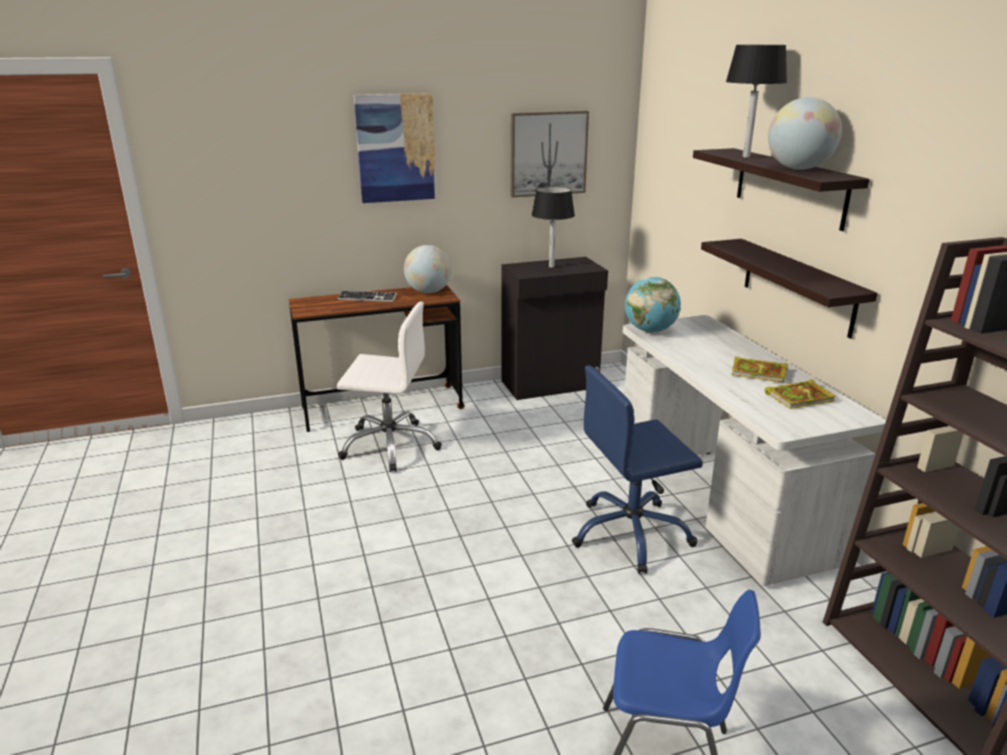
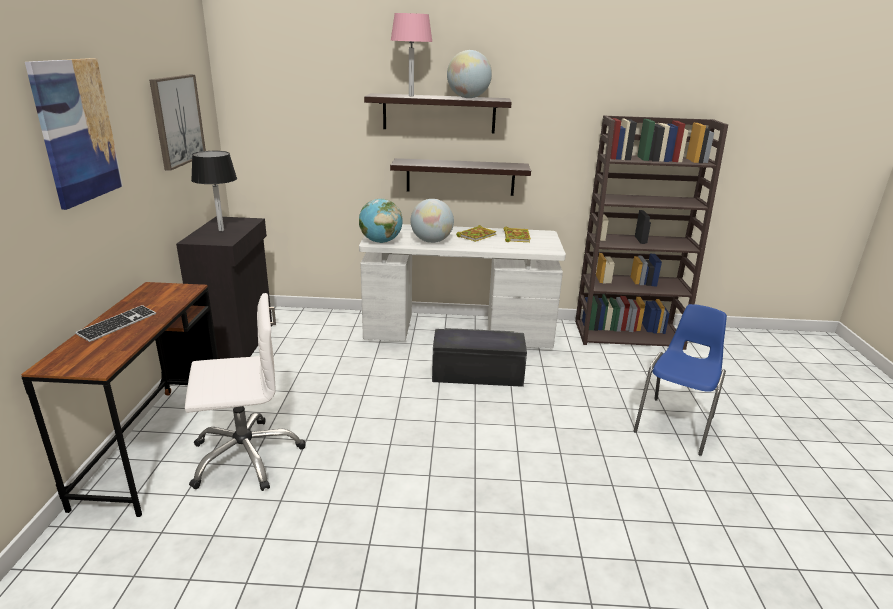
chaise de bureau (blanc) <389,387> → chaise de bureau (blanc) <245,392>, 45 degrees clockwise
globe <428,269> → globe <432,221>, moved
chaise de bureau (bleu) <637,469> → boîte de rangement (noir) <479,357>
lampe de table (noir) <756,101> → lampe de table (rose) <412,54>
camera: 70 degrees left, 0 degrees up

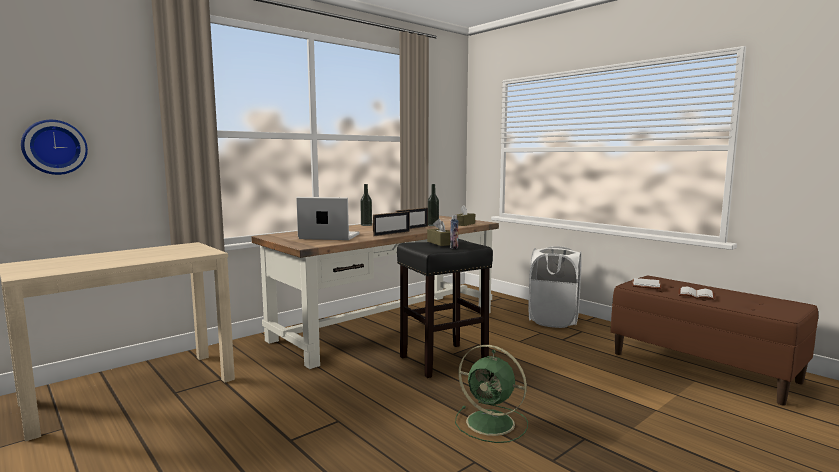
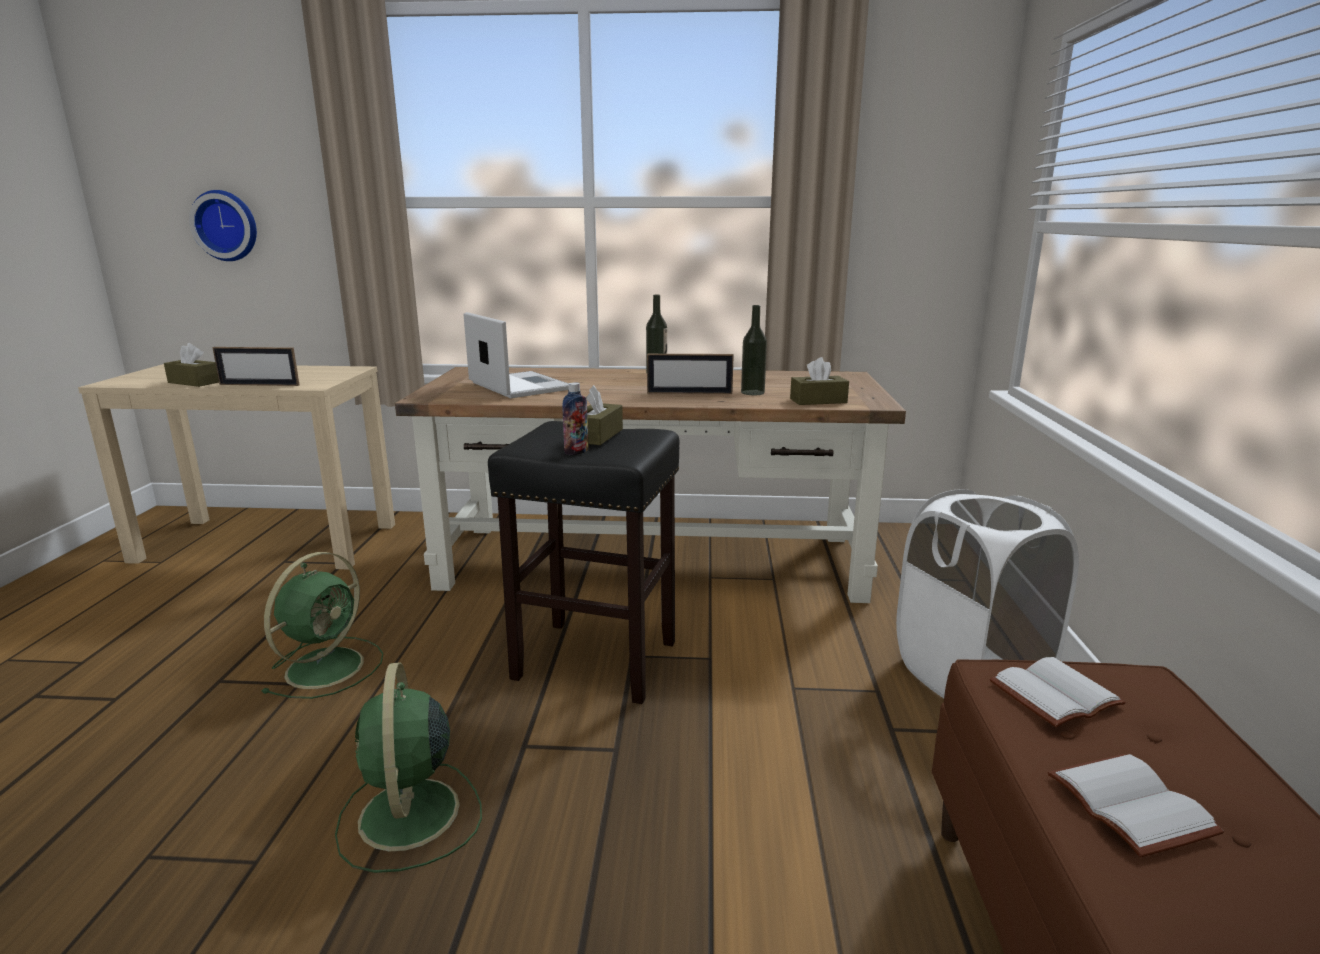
cadre photo <391,223> → cadre photo <255,366>, moved
- → boîte à mouchoirs (marron) <191,365>
- → ventilateur (vert) <322,625>
camera: 45 degrees right, 10 degrees up

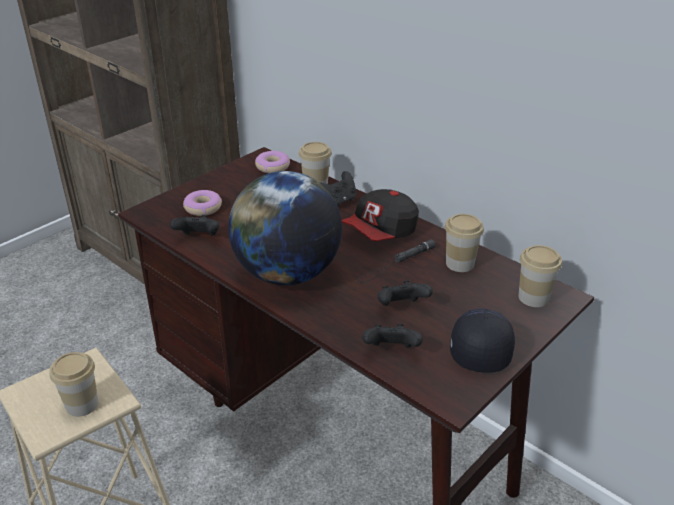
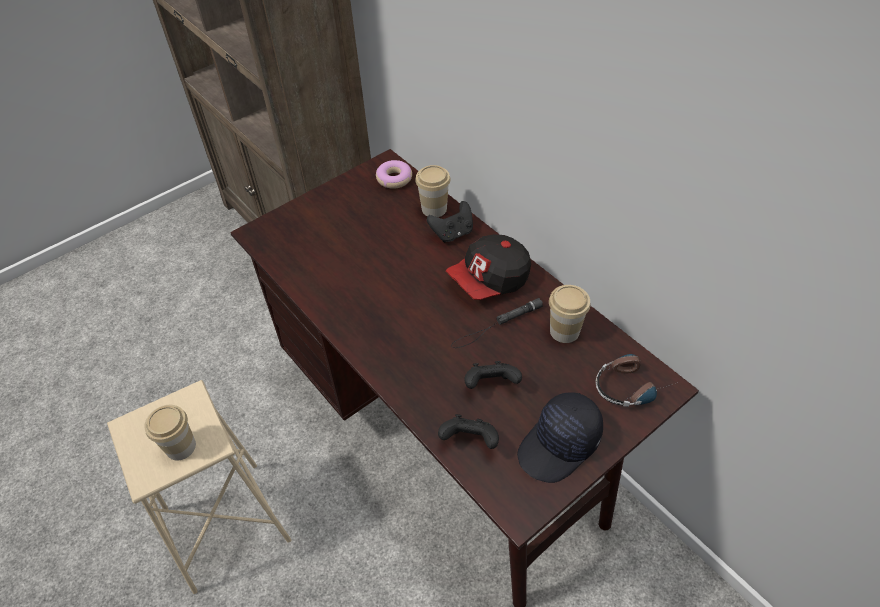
manette (noir) <194,225> → -
beignet <202,203> → -
globe <285,228> → -
casquette (noir) <482,341> → casquette (noir) <560,437>, 150 degrees counterclockwise
tasse <540,276> → casque audio <637,380>
camera: 10 degrees right, 15 degrees up

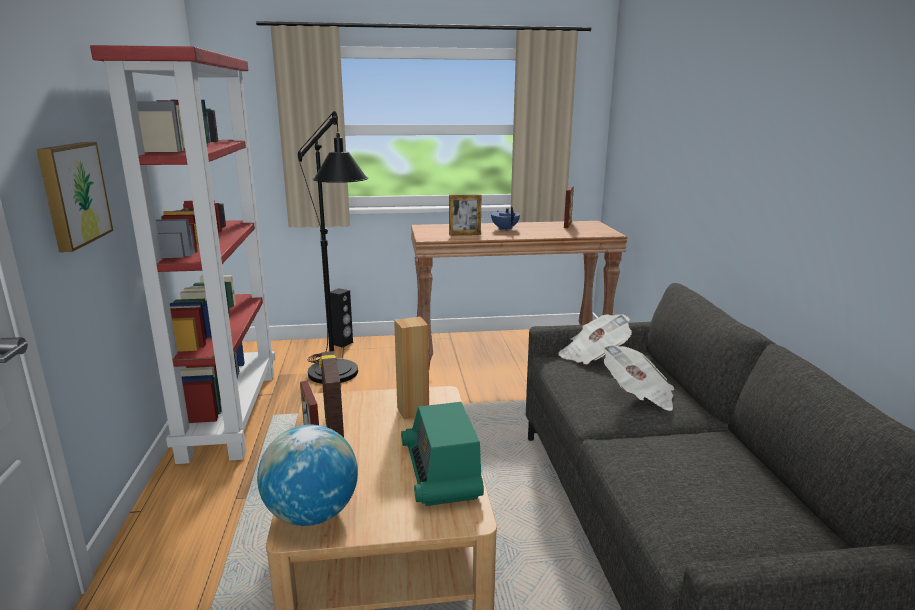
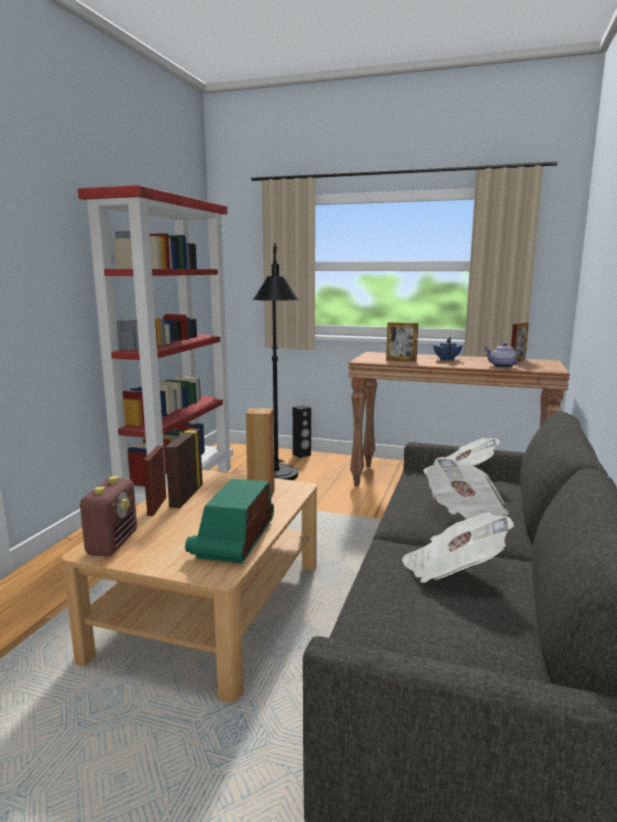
tableau <75,197> → -
globe <307,475> → radio <108,516>
- → journal <458,547>
- → théière <505,355>
camera: 25 degrees right, 5 degrees down

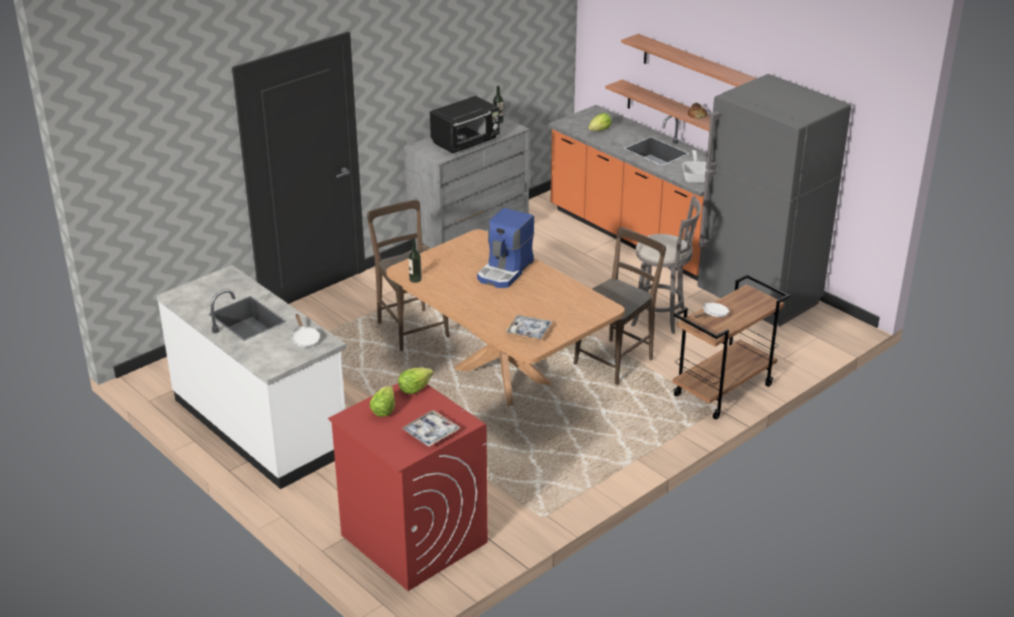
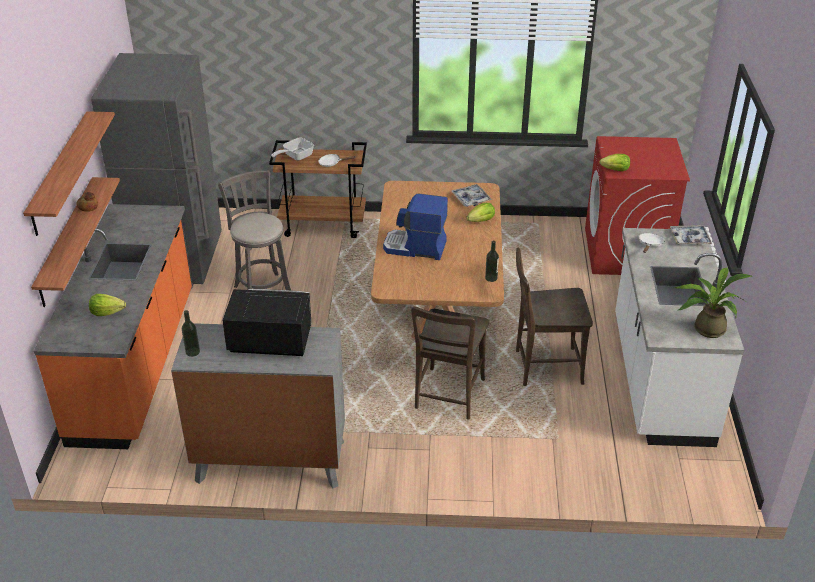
laitue <382,401> → laitue <480,212>, moved
plateau <430,428> → plateau <691,235>, moved
machine à café <505,248> → machine à café <415,226>, 150 degrees counterclockwise
chaise (marron) <619,306> → chaise (marron) <554,317>, moved
poêle <694,166> → poêle <292,149>, moved
- → plante en pot <713,303>
camera: 135 degrees left, 5 degrees up

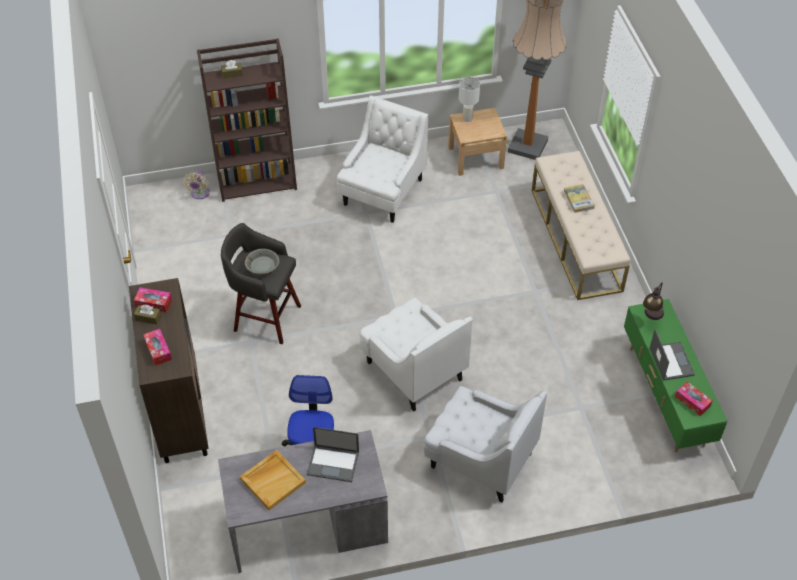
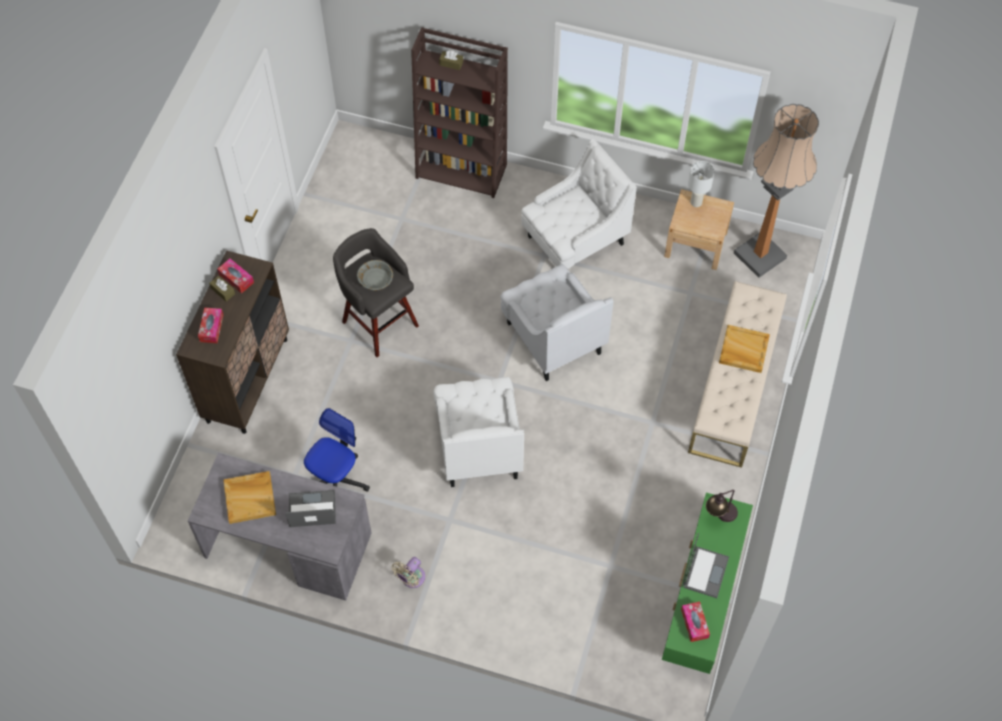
ventilateur (beige) <196,184> → ventilateur (beige) <408,572>, moved
ordinateur portable <333,454> → ordinateur portable <310,508>, 135 degrees clockwise
fauteuil (blanc) <485,444> → fauteuil (blanc) <557,322>, moved
livre <579,198> → plateau (beige) <744,349>
camera: 30 degrees right, 10 degrees up

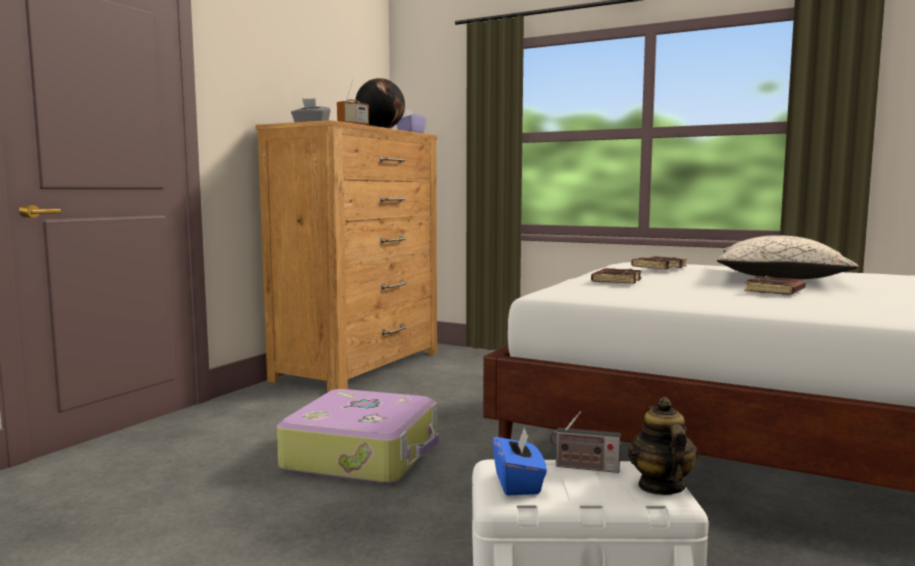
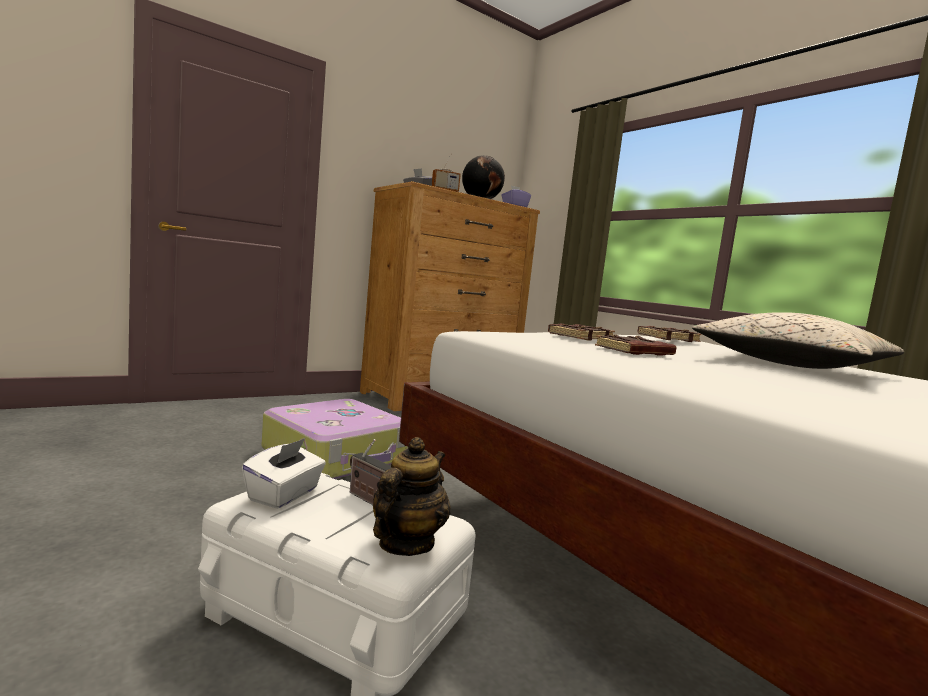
boîte à mouchoirs (bleu) <519,461> → boîte à mouchoirs (blanc) <284,473>
livre (marron) <775,285> → livre (marron) <636,345>, moved
camera: 25 degrees right, 0 degrees up

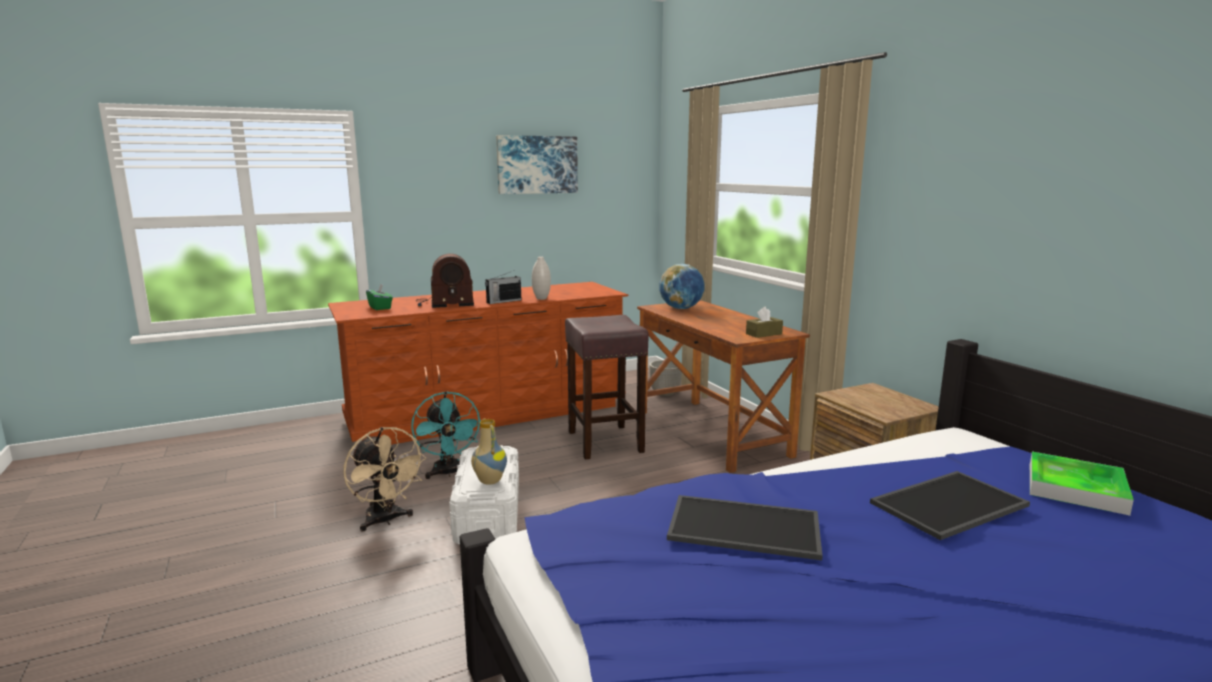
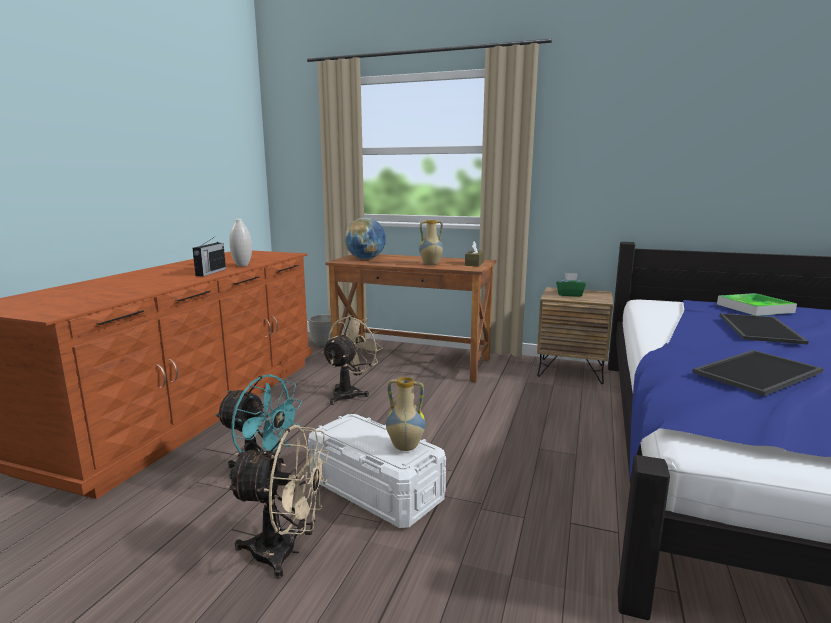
boîte à mouchoirs (vert) <379,297> → boîte à mouchoirs (vert) <571,285>, moved
radio <445,280> → -
tableau <537,164> → -
tabouret (marron) <607,387> → ventilateur (beige) <352,360>
- → vase <431,242>
camera: 45 degrees left, 0 degrees up

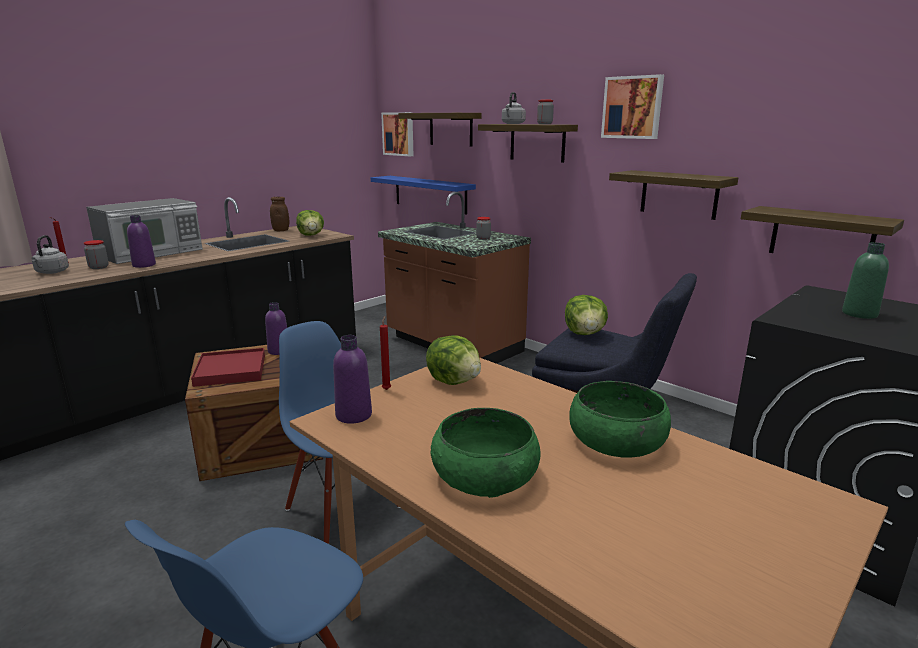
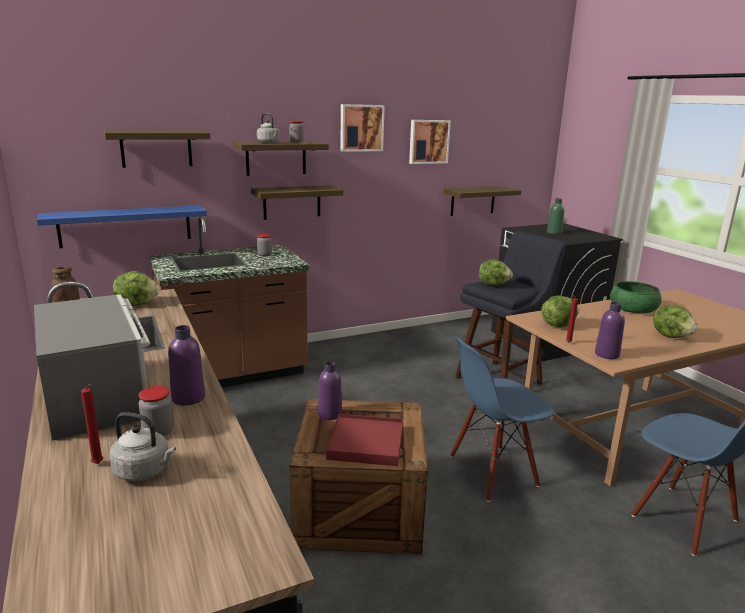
tableau <397,134> → tableau <430,142>, moved
bol (vert) <486,453> → laitue <675,321>
étagère <673,195> → étagère <297,202>, moved
camera: 70 degrees left, 0 degrees up

